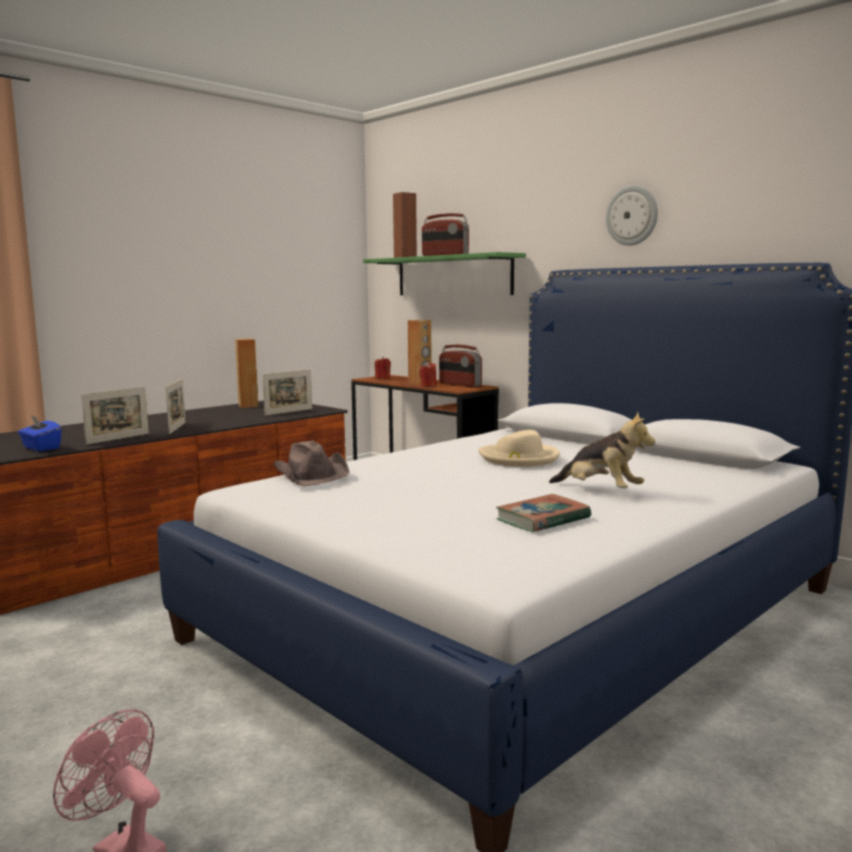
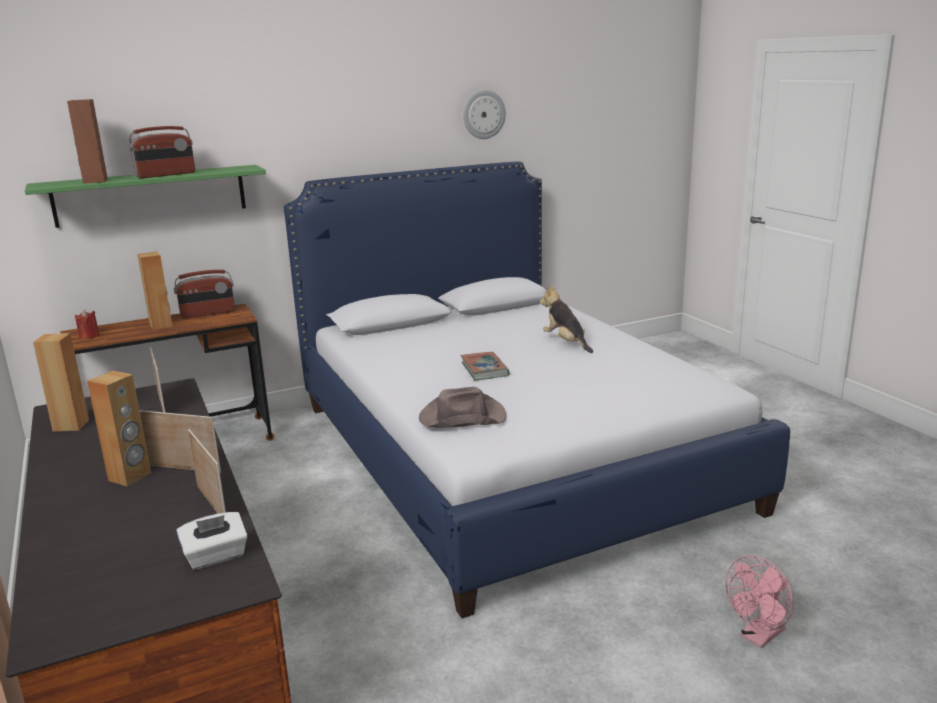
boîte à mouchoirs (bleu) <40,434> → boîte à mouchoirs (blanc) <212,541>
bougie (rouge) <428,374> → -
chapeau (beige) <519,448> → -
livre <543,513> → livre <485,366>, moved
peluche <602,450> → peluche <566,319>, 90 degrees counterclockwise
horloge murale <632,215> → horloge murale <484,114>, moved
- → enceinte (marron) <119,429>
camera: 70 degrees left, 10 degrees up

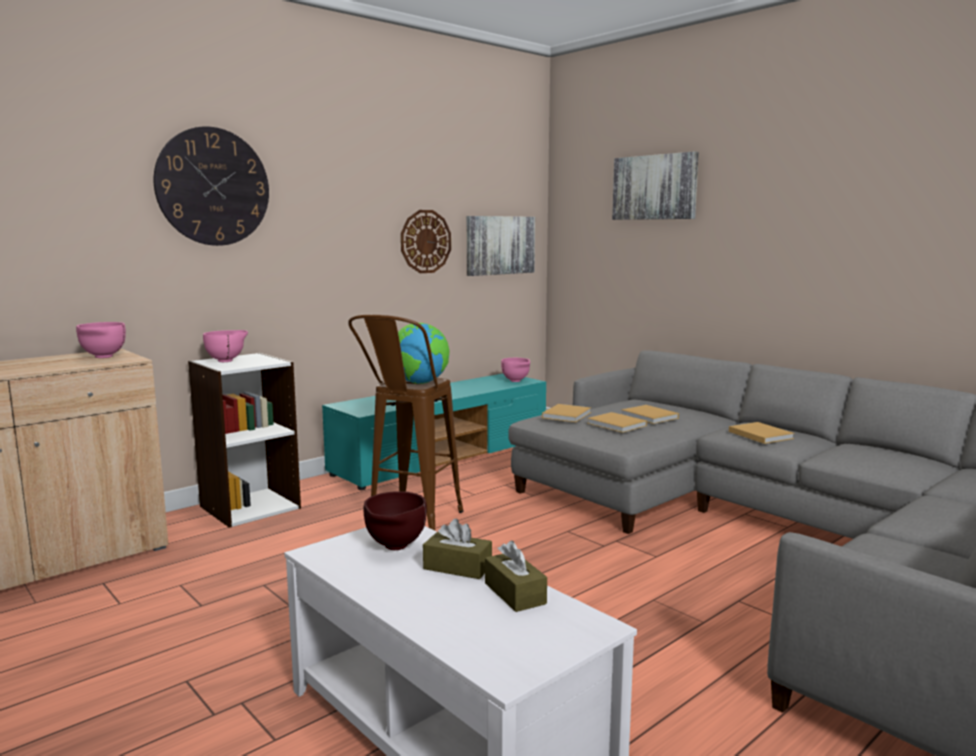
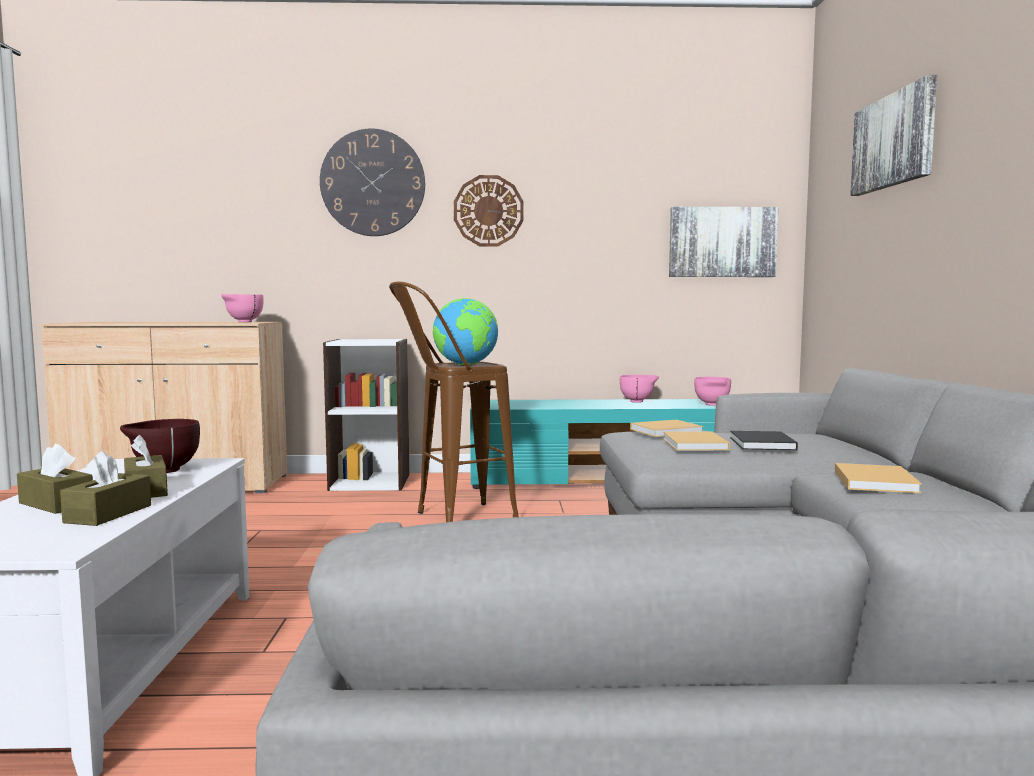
bol (rose) <225,346> → bol (rose) <639,389>, moved
horloge murale <426,241> → horloge murale <489,210>, moved
livre (beige) <650,414> → livre (noir) <764,440>
- → boîte à mouchoirs (marron) <55,479>
camera: 40 degrees right, 5 degrees down

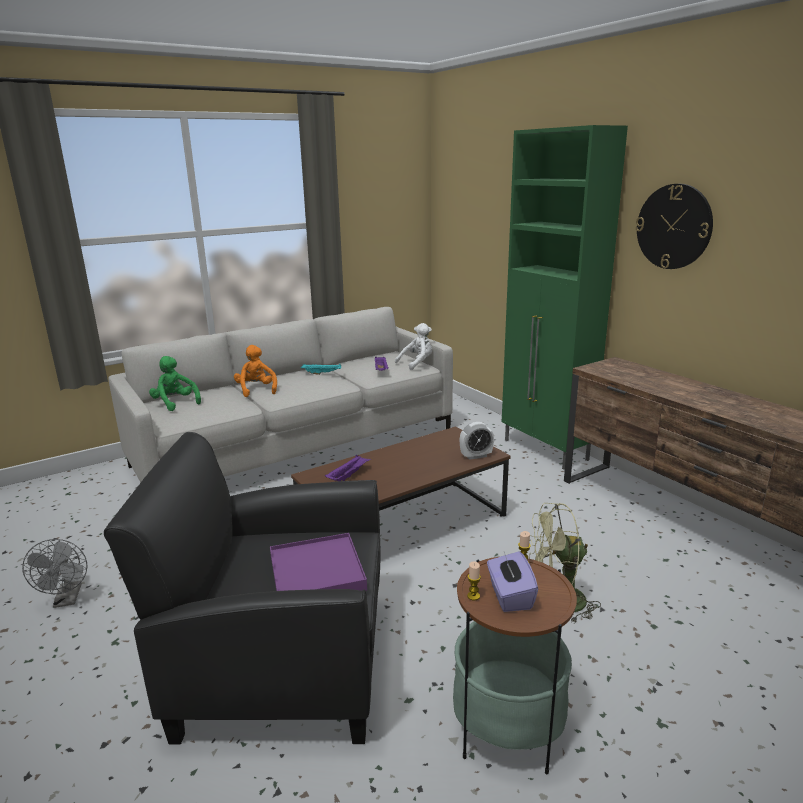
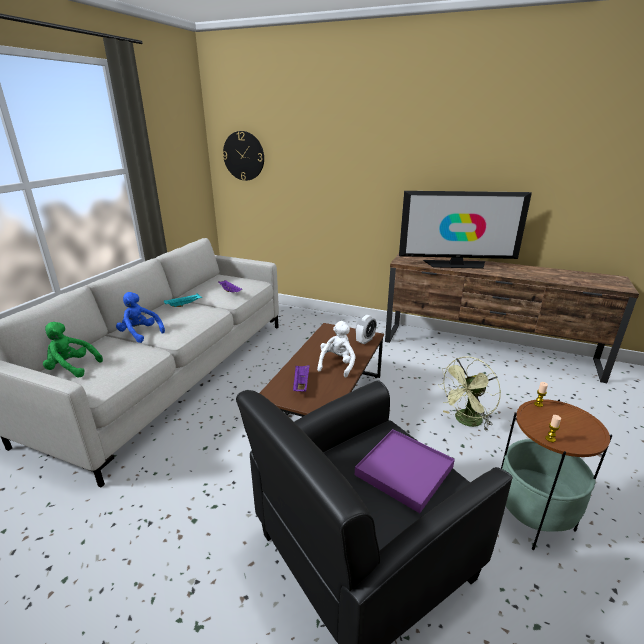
ventilateur (gris) <54,573> → -
peluche (orange) <255,371> → peluche (bleu) <140,317>
peluche (blanc) <413,346> → peluche (blanc) <336,349>, moved
boîte à mouchoirs (violet) <512,582> → -
meuble de rangement (vert) <565,297> → -
horloge murale <674,226> → horloge murale <243,156>, moved
- → téléviseur <465,230>
camera: 35 degrees left, 5 degrees up

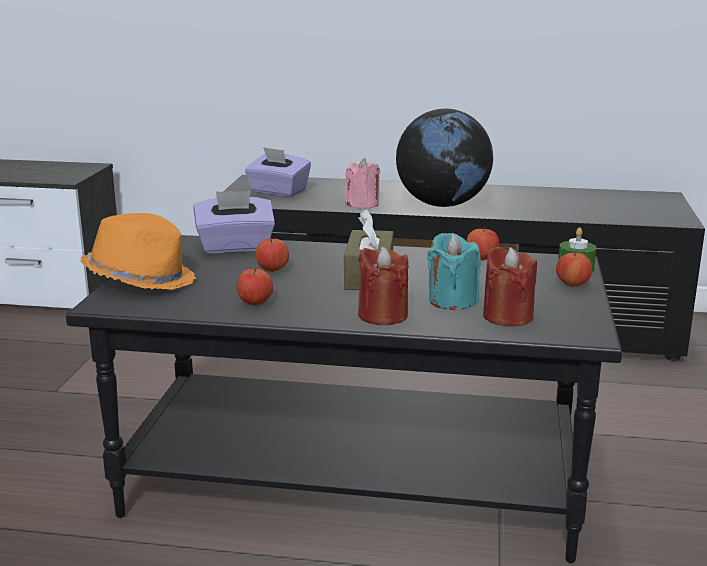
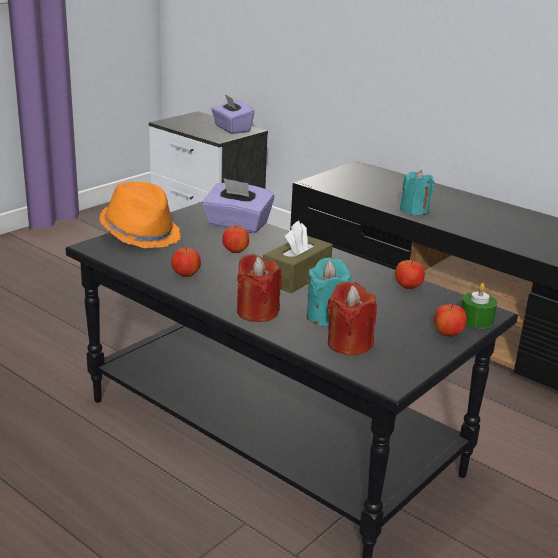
boîte à mouchoirs (violet) <278,172> → boîte à mouchoirs (violet) <233,114>, moved
bougie (rose) <362,183> → bougie (turquoise) <417,192>
globe <444,158> → -
camera: 30 degrees right, 5 degrees up

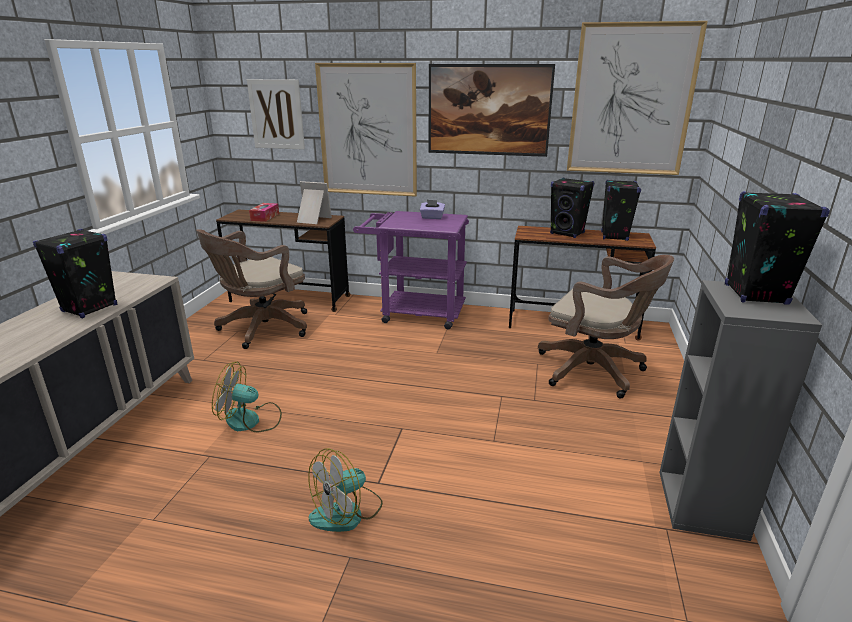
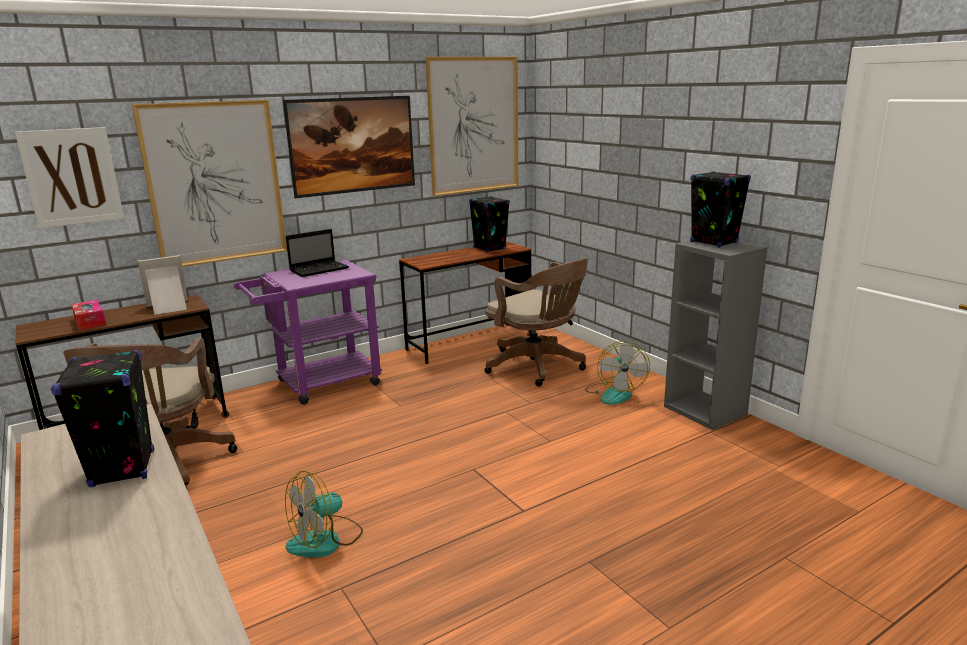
ventilateur <345,490> → ventilateur <617,373>, moved
boîte à mouchoirs (violet) <432,209> → ordinateur portable <317,253>
chaise de bureau (marron) <606,327> → chaise de bureau (marron) <536,322>, 60 degrees clockwise
enceinte (noir) <572,208> → -
camera: 45 degrees left, 5 degrees down

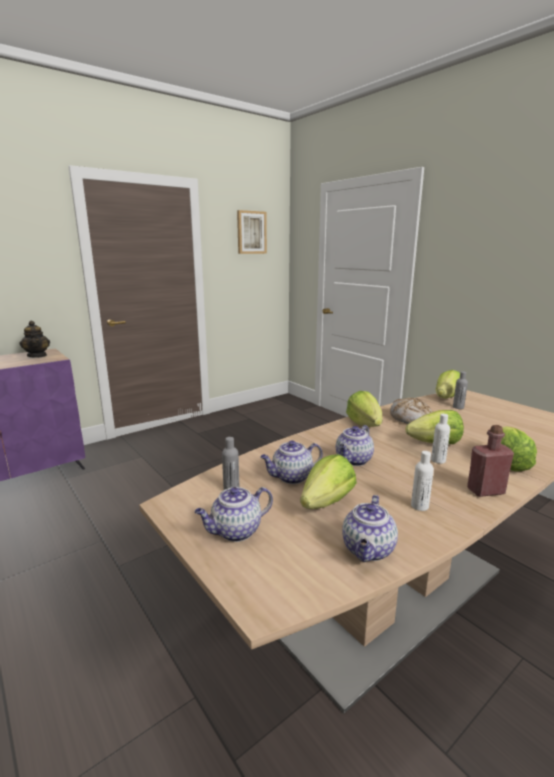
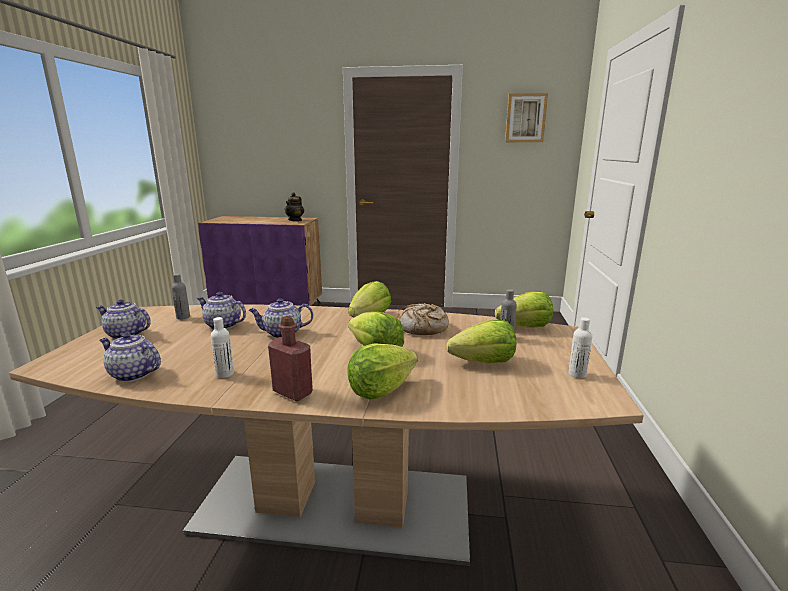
laitue <328,481> → laitue <481,341>, moved
théière <370,528> → théière <130,357>, 45 degrees clockwise
bouteille (blanc) <440,439> → bouteille (blanc) <580,347>, moved
camera: 45 degrees right, 0 degrees up

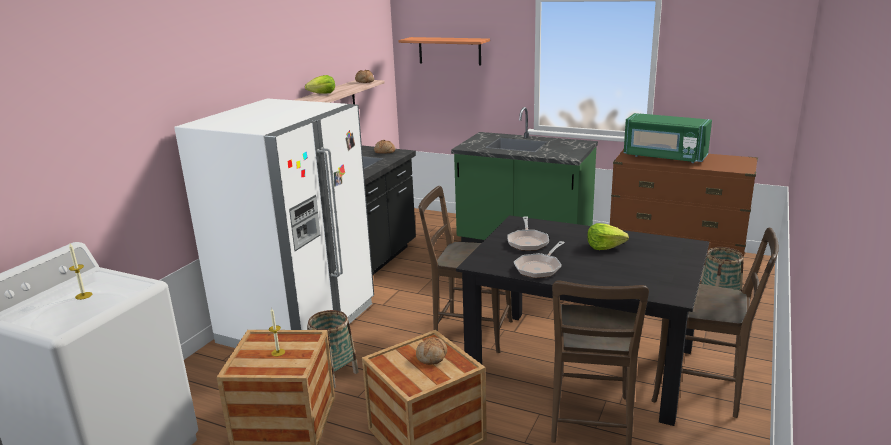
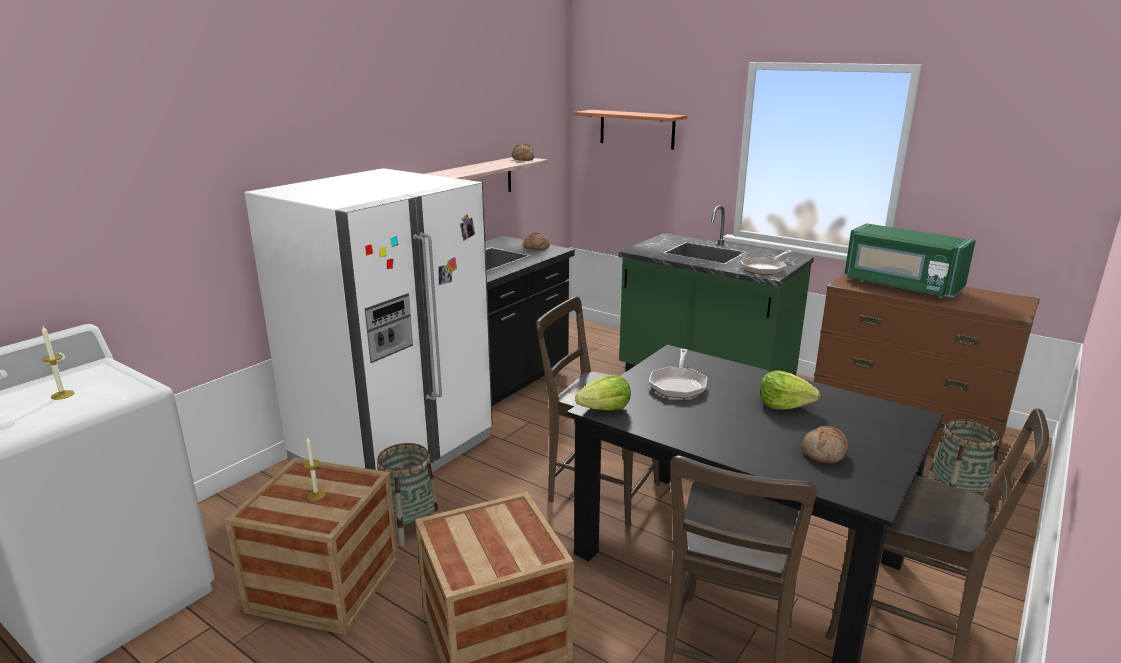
laitue <320,84> → laitue <603,393>, moved
pain <431,351> → pain <825,444>, moved
poêle <539,259> → poêle <766,262>, moved
camera: 10 degrees right, 0 degrees up

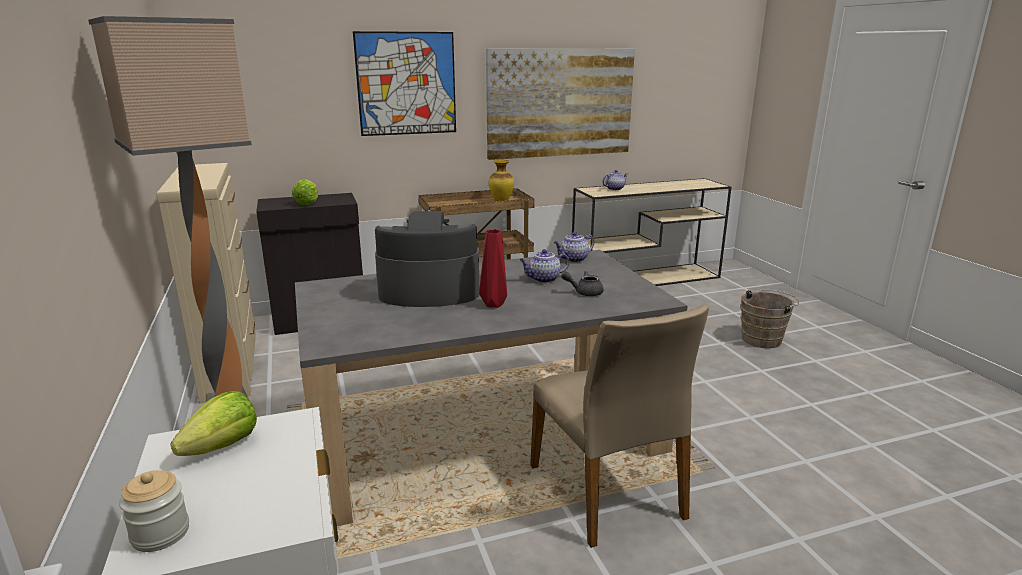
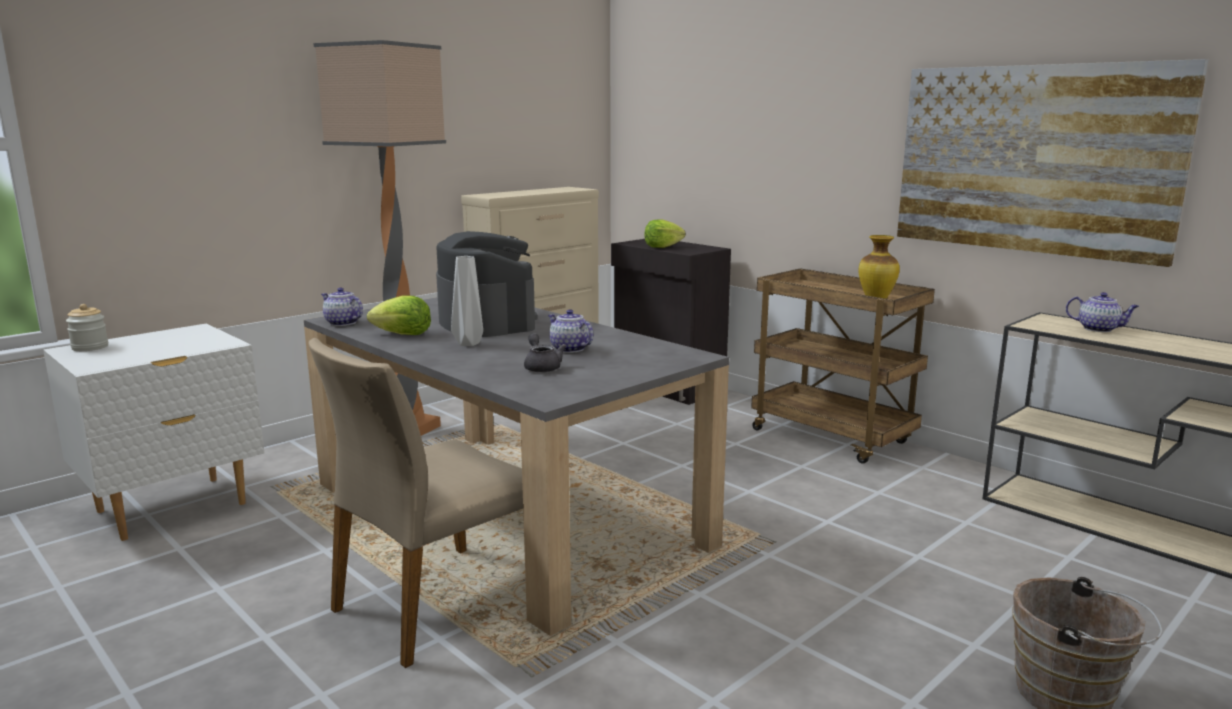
laitue <214,423> → laitue <399,315>, moved
tableau <404,83> → -
vase (rouge) <493,268> → vase (gris) <467,301>
théière <574,247> → théière <342,306>, moved
camera: 65 degrees right, 5 degrees down

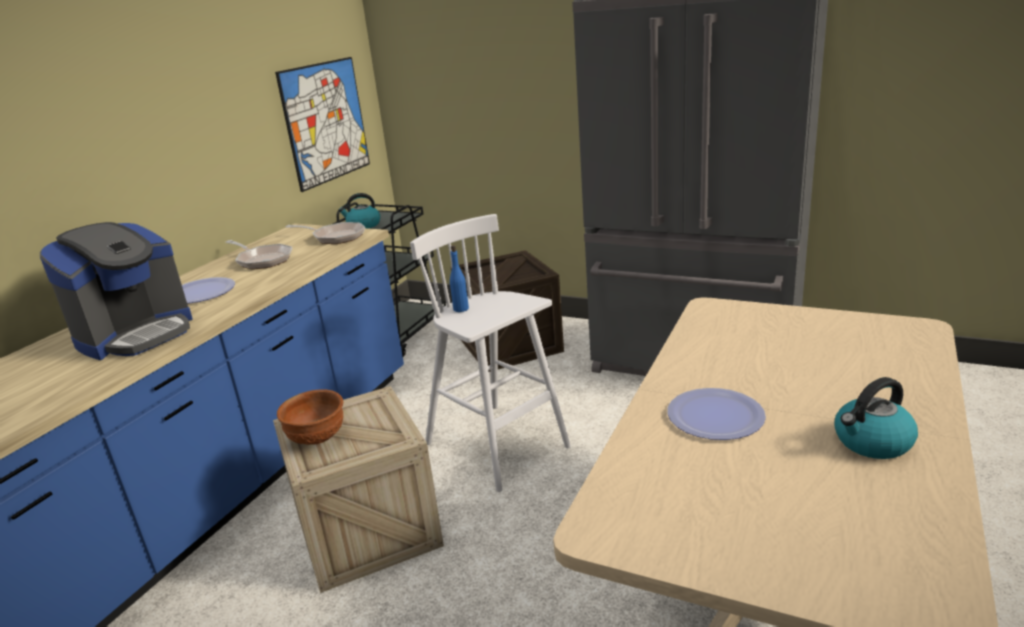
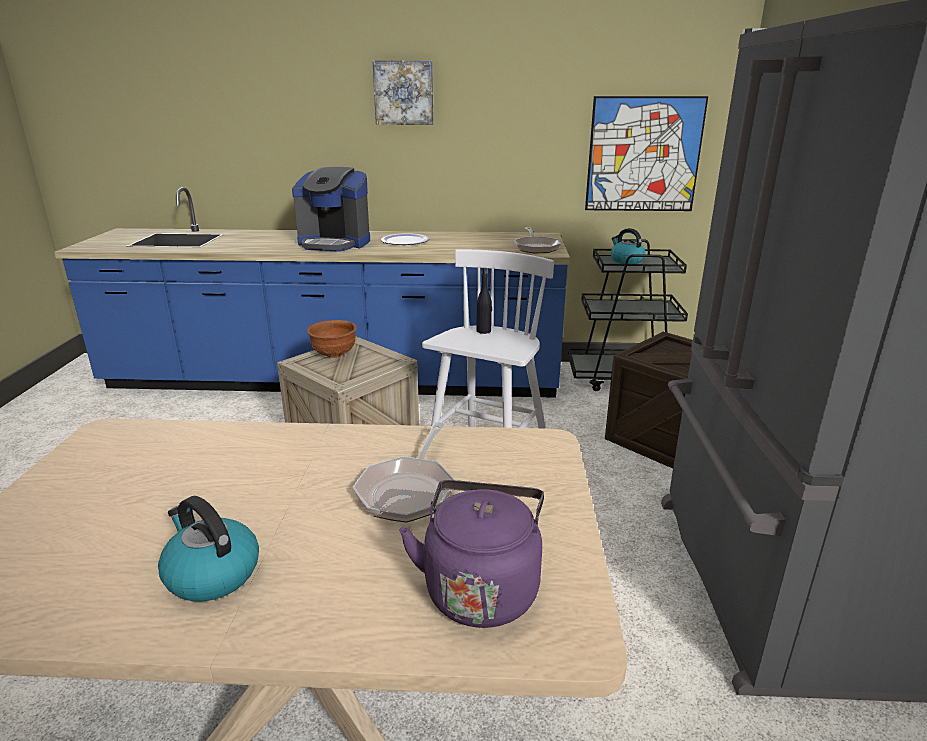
poêle <258,255> → poêle <404,472>, moved
bouteille (bleu) <459,278> → bouteille (noir) <484,301>
assiette <716,414> → -
- → tableau <403,92>
- → bouilloire (violet) <471,554>
camera: 65 degrees right, 0 degrees up

